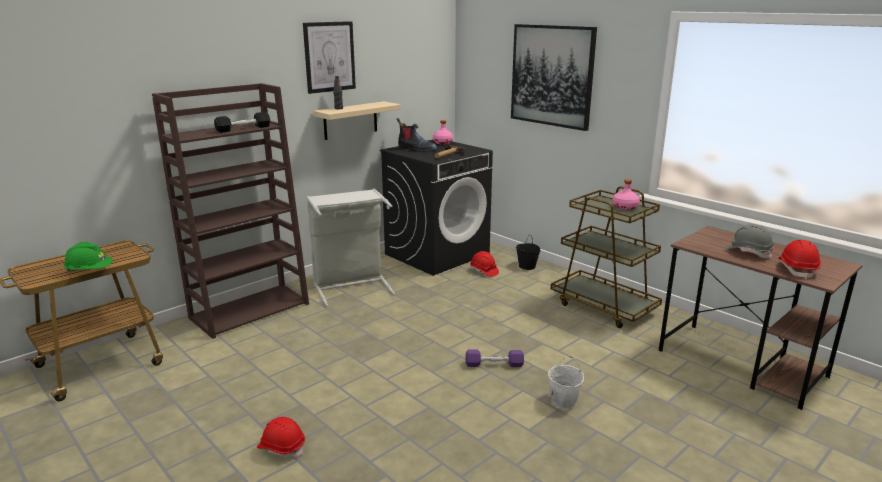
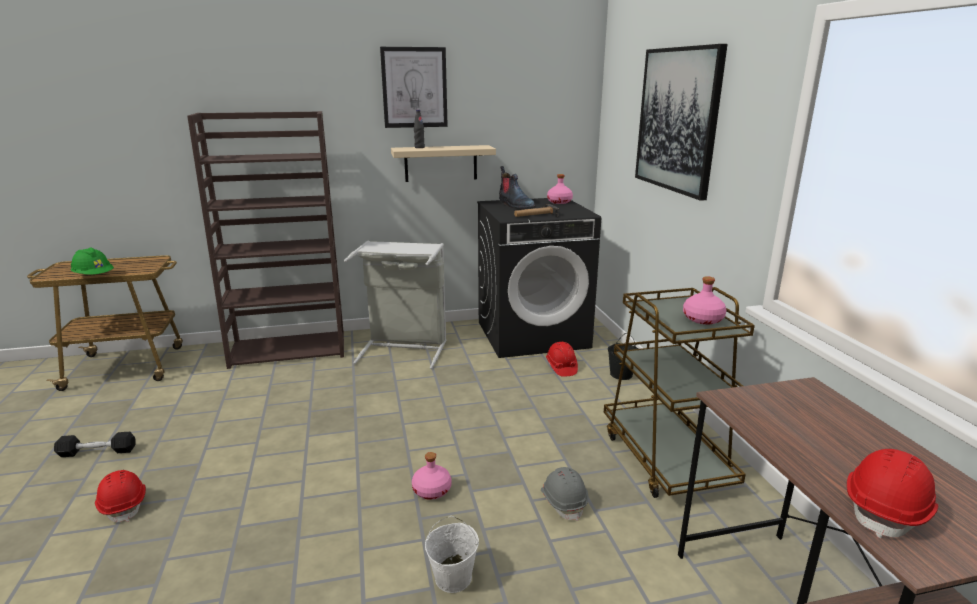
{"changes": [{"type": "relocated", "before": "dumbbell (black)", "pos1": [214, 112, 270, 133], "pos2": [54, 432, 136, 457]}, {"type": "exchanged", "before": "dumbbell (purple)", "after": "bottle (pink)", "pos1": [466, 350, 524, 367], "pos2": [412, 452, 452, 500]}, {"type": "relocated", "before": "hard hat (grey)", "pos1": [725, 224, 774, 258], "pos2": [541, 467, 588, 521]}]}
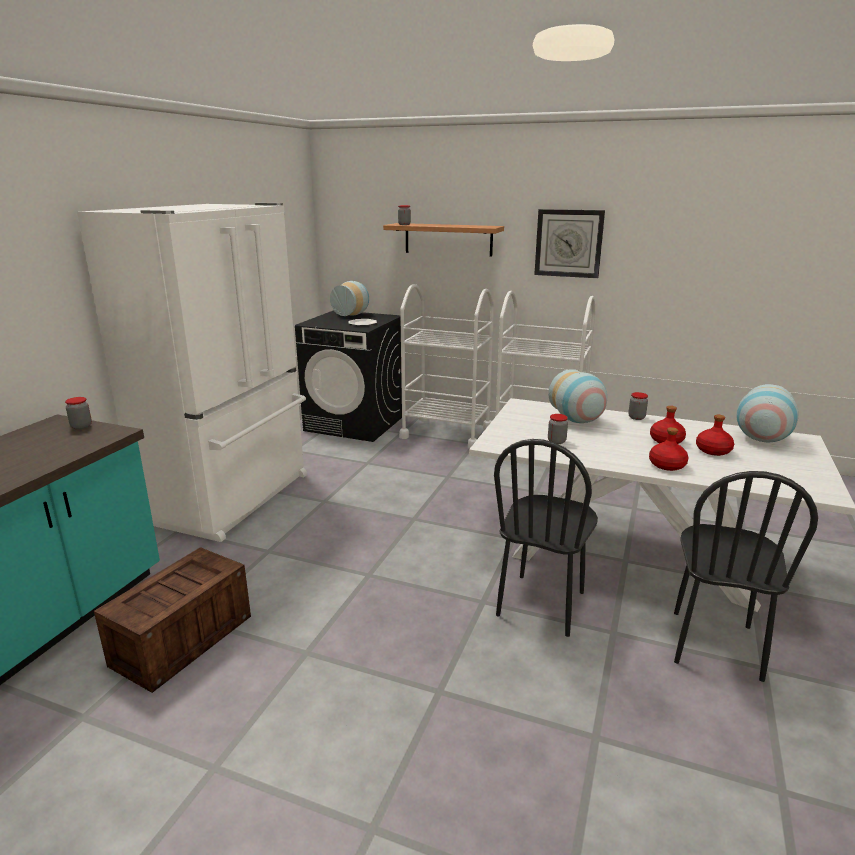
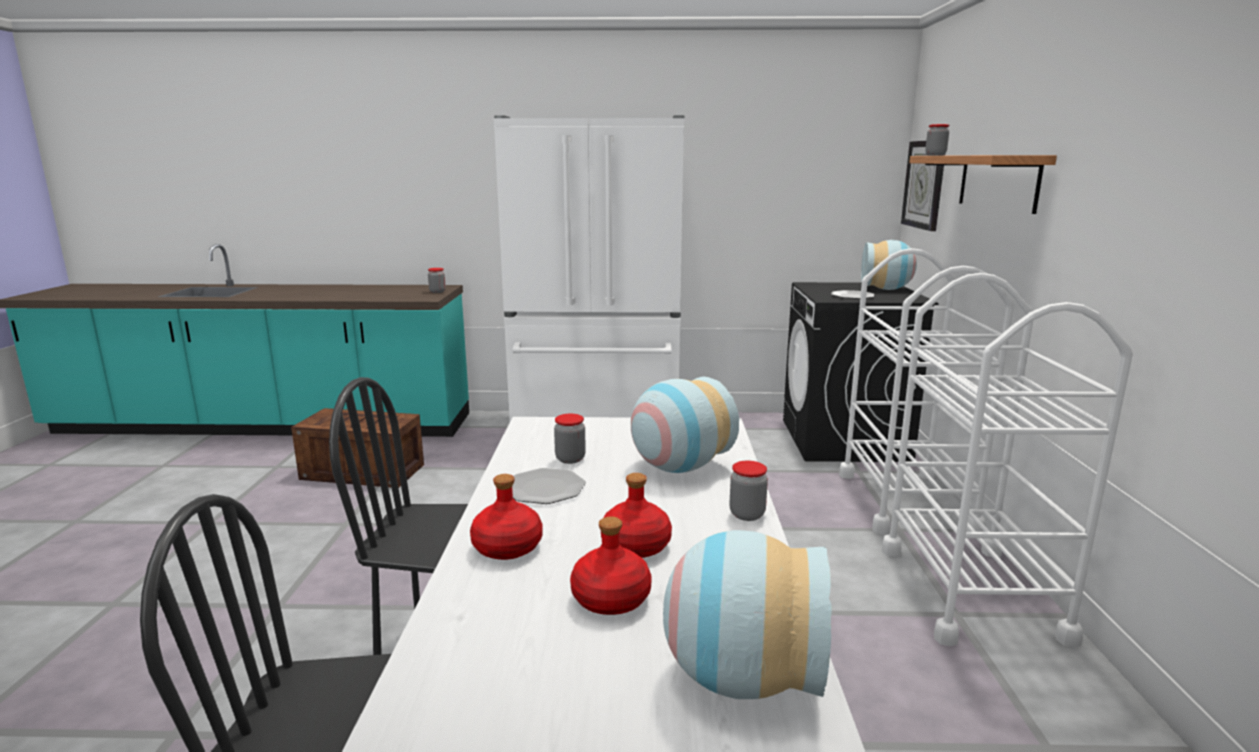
{"changes": [{"type": "appeared", "after": "plate", "pos2": [512, 468, 586, 504]}, {"type": "relocated", "before": "wall clock", "pos1": [534, 209, 605, 278], "pos2": [901, 141, 945, 231]}]}
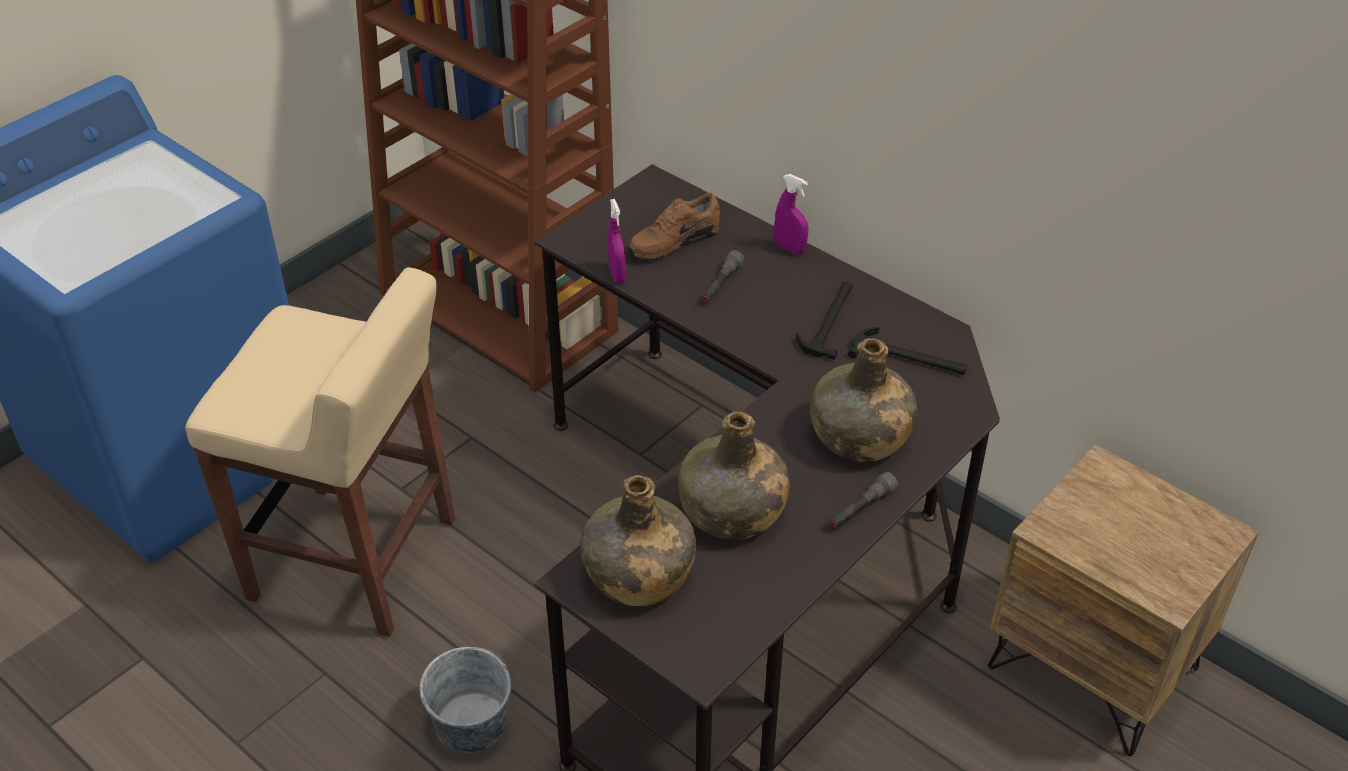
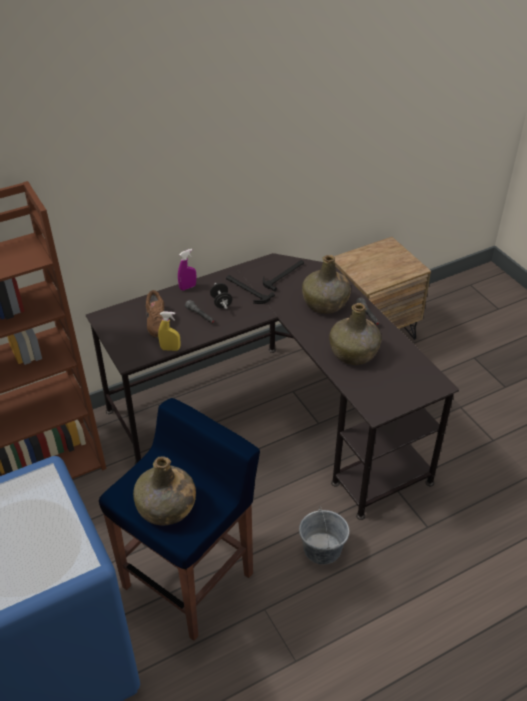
{"changes": [{"type": "colour", "before": "stool (beige)", "after": "stool (blue)", "pos1": [185, 267, 455, 637], "pos2": [99, 398, 260, 641]}, {"type": "relocated", "before": "bottle (green)", "pos1": [580, 475, 696, 606], "pos2": [133, 456, 196, 525]}, {"type": "colour", "before": "spray bottle (purple)", "after": "spray bottle (yellow)", "pos1": [608, 199, 626, 283], "pos2": [158, 311, 181, 351]}, {"type": "appeared", "after": "dumbbell (black)", "pos2": [210, 283, 232, 309]}]}
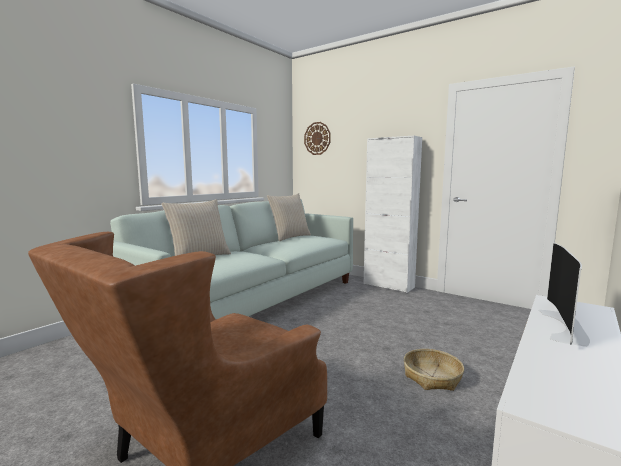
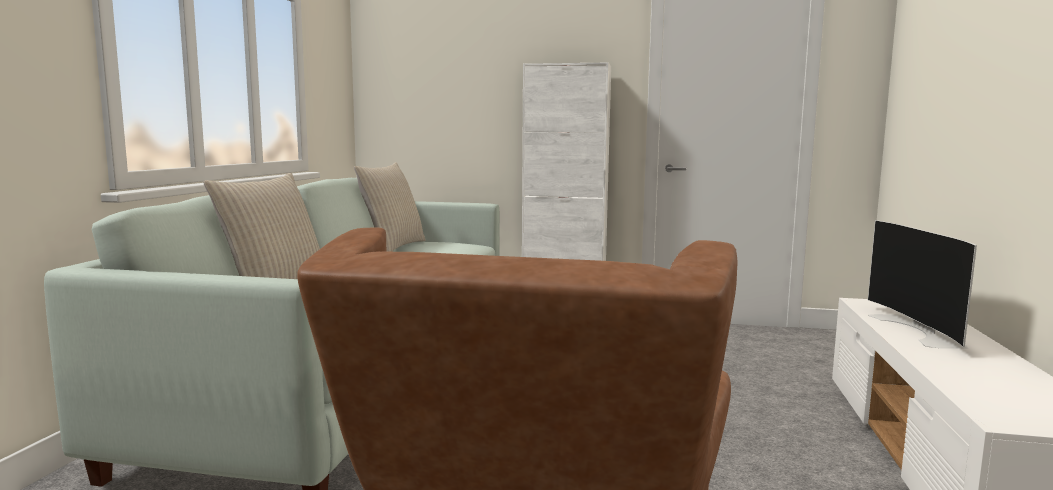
{"changes": [{"type": "missing", "before": "wall clock", "pos1": [304, 122, 331, 155]}, {"type": "missing", "before": "basket", "pos1": [404, 349, 464, 391]}]}
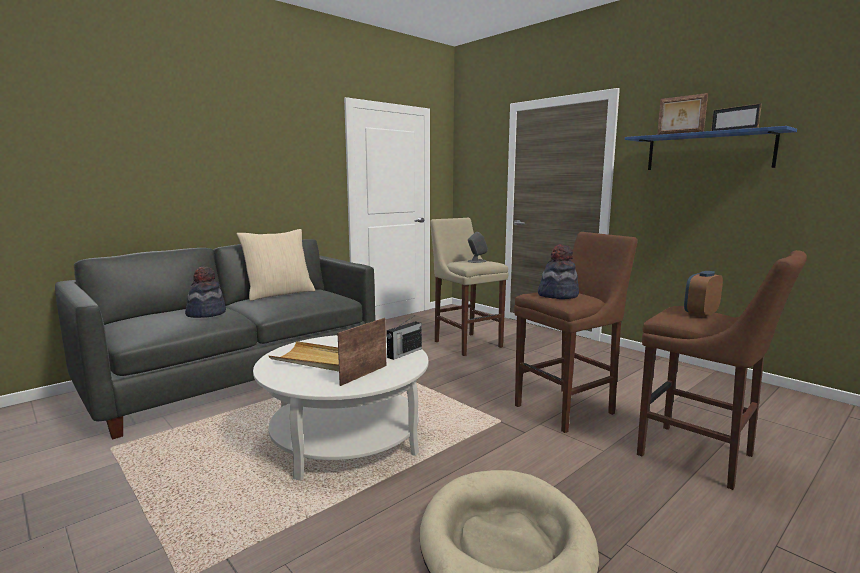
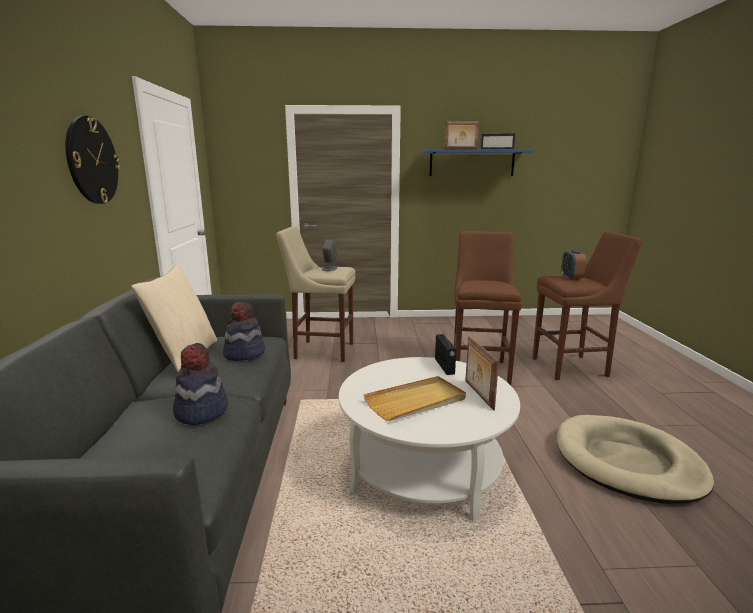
{"changes": [{"type": "appeared", "after": "wall clock", "pos2": [65, 116, 120, 204]}, {"type": "relocated", "before": "hat", "pos1": [538, 244, 579, 299], "pos2": [223, 301, 265, 361]}]}
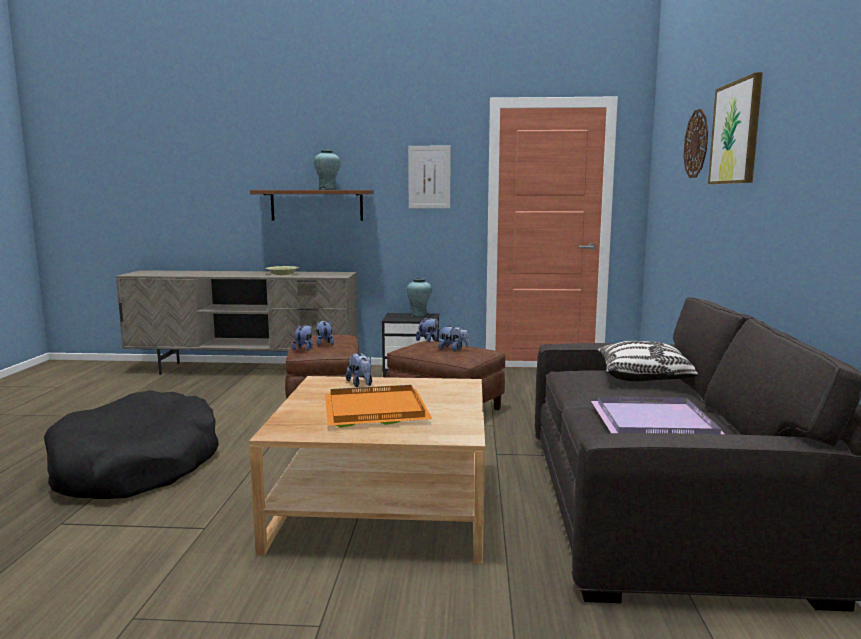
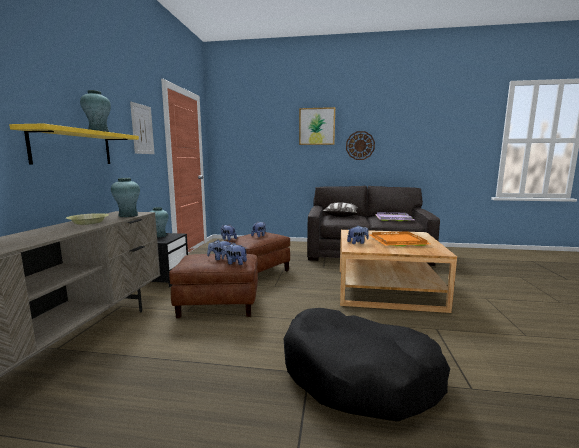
{"changes": [{"type": "colour", "before": "shelf (brown)", "after": "shelf (yellow)", "pos1": [250, 190, 374, 221], "pos2": [9, 123, 139, 165]}, {"type": "appeared", "after": "vase (turquoise)", "pos2": [111, 178, 140, 217]}, {"type": "relocated", "before": "wall clock", "pos1": [683, 109, 708, 178], "pos2": [346, 131, 375, 160]}]}
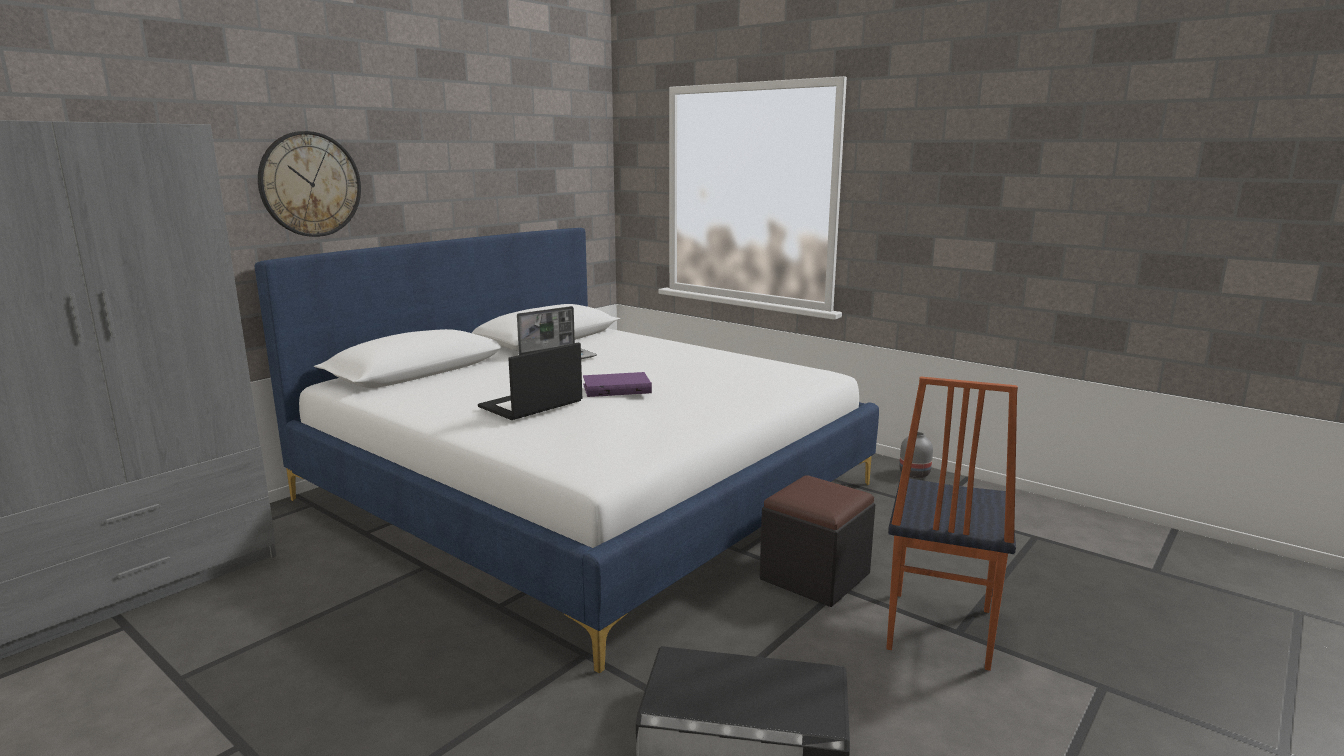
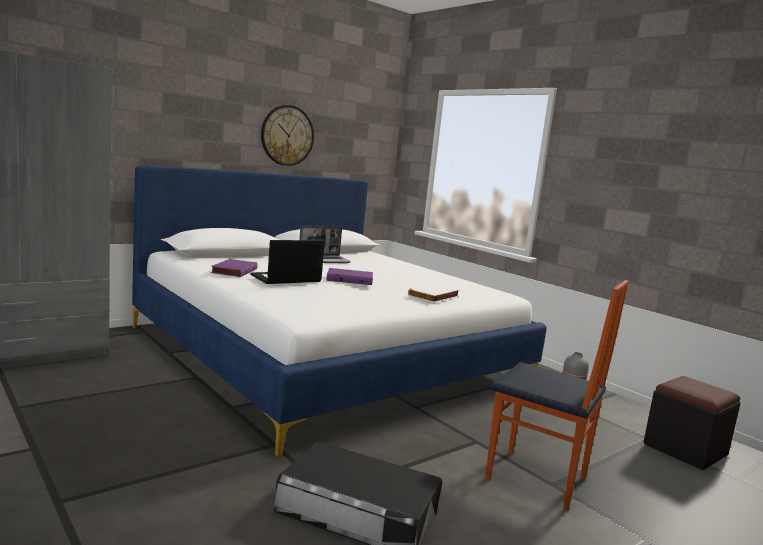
{"changes": [{"type": "appeared", "after": "book (purple)", "pos2": [211, 259, 258, 277]}, {"type": "relocated", "before": "wall clock", "pos1": [258, 131, 361, 237], "pos2": [261, 105, 314, 166]}, {"type": "appeared", "after": "book (white)", "pos2": [408, 283, 459, 303]}, {"type": "spun", "before": "chair", "pos1": [886, 377, 1018, 671], "pos2": [485, 280, 628, 510], "turn": -90}, {"type": "relocated", "before": "ottoman (black)", "pos1": [760, 475, 875, 607], "pos2": [643, 376, 741, 470]}]}
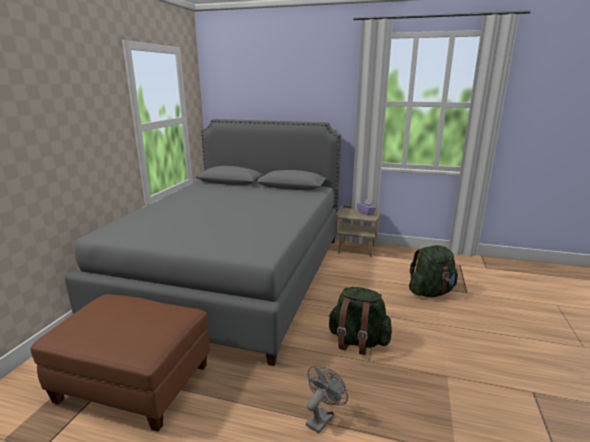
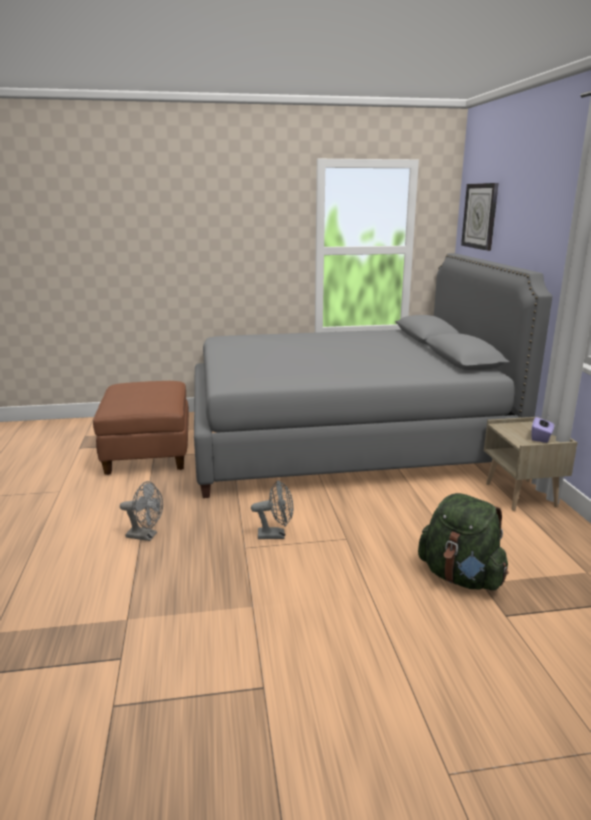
{"changes": [{"type": "exchanged", "before": "backpack (green)", "after": "fan (grey)", "pos1": [328, 287, 392, 355], "pos2": [251, 480, 294, 539]}, {"type": "appeared", "after": "wall clock", "pos2": [461, 183, 499, 251]}]}
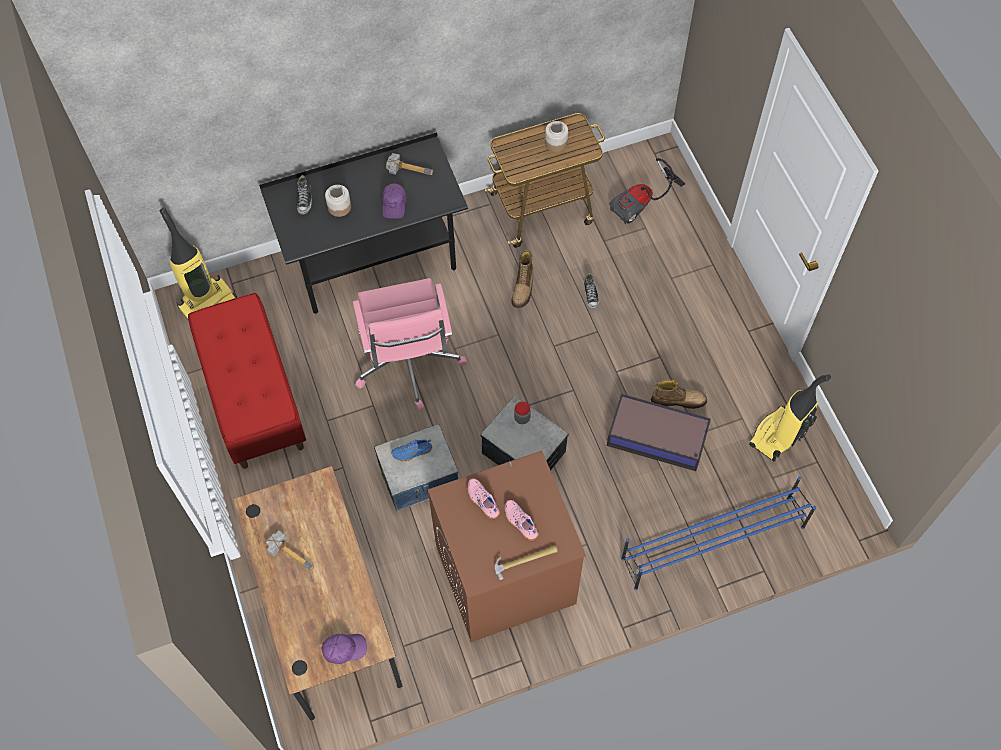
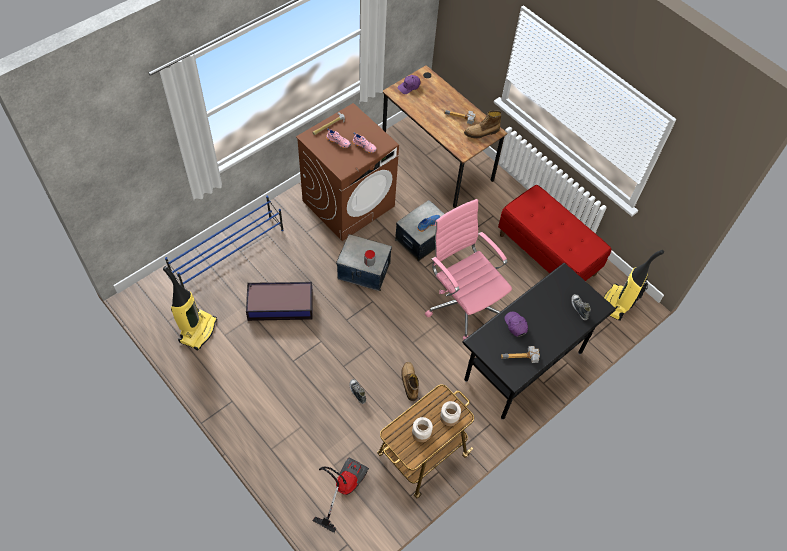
{"changes": [{"type": "relocated", "before": "jar", "pos1": [325, 185, 351, 217], "pos2": [440, 401, 461, 426]}, {"type": "relocated", "before": "boot", "pos1": [651, 379, 707, 409], "pos2": [464, 110, 502, 138]}]}
